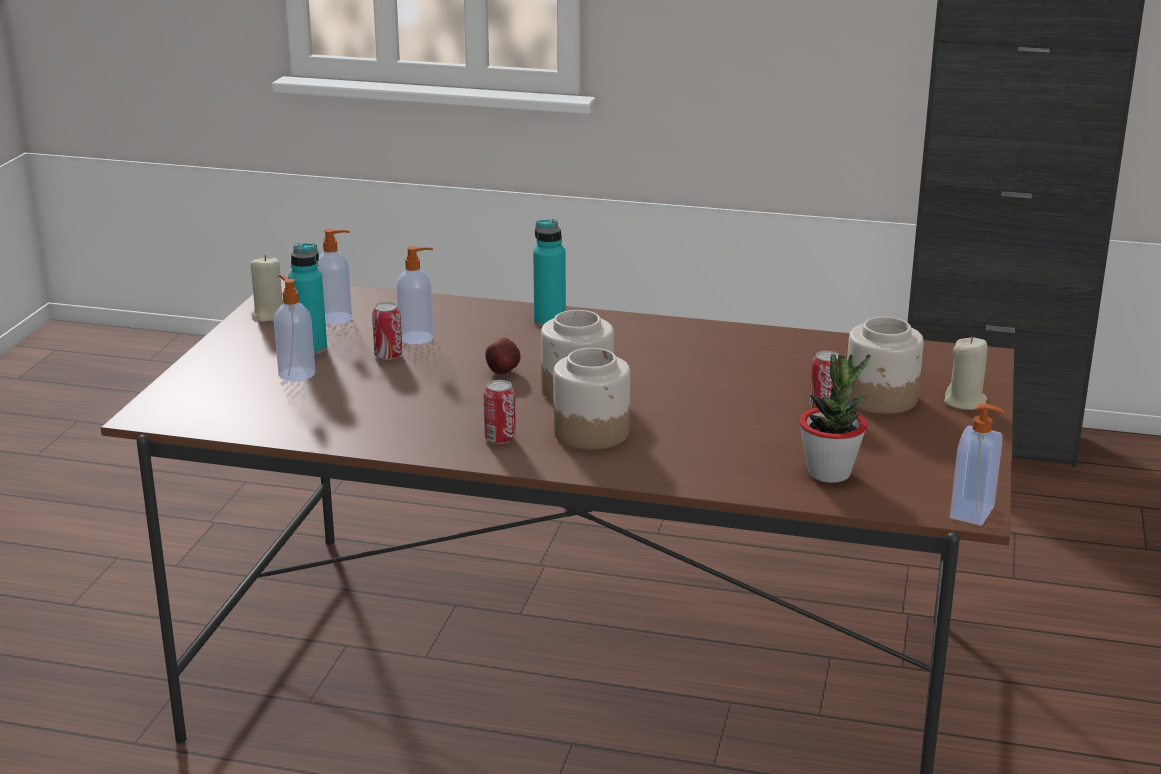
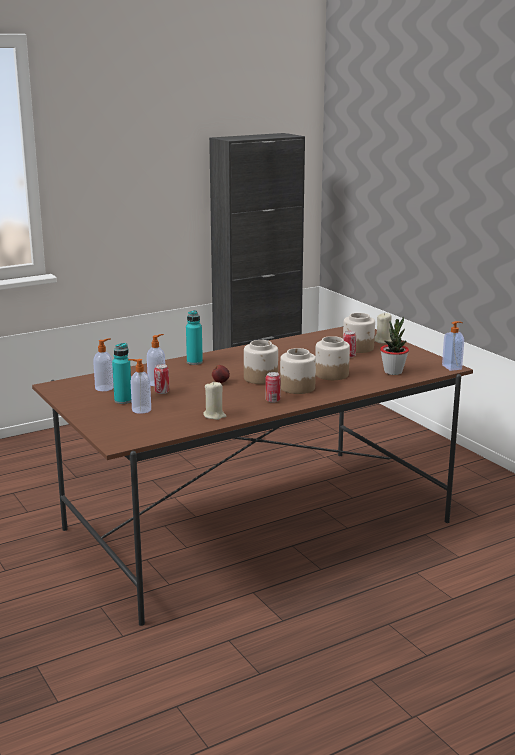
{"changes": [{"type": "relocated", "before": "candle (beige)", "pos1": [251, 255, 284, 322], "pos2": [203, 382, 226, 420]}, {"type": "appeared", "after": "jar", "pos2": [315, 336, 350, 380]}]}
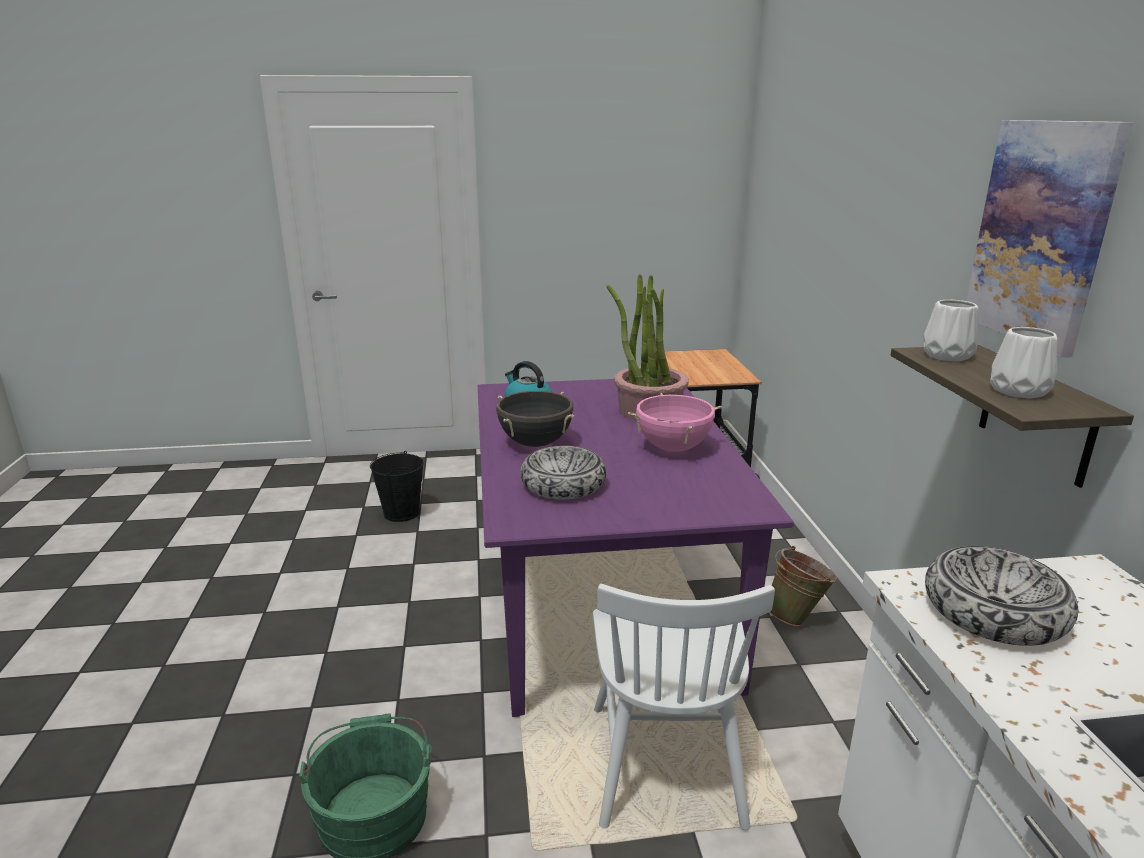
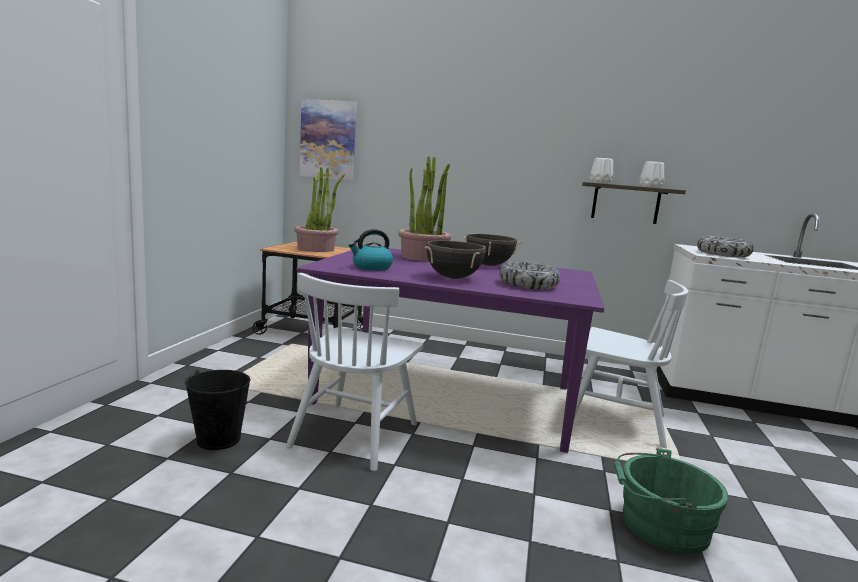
{"changes": [{"type": "appeared", "after": "chair (white)", "pos2": [286, 273, 423, 471]}, {"type": "appeared", "after": "potted plant", "pos2": [294, 167, 345, 252]}, {"type": "relocated", "before": "picture", "pos1": [966, 120, 1133, 357], "pos2": [299, 99, 357, 181]}, {"type": "colour", "before": "cooking pot (pink)", "after": "cooking pot (black)", "pos1": [628, 393, 722, 452], "pos2": [460, 234, 524, 266]}, {"type": "missing", "before": "bucket (green)", "pos1": [769, 546, 837, 626]}]}
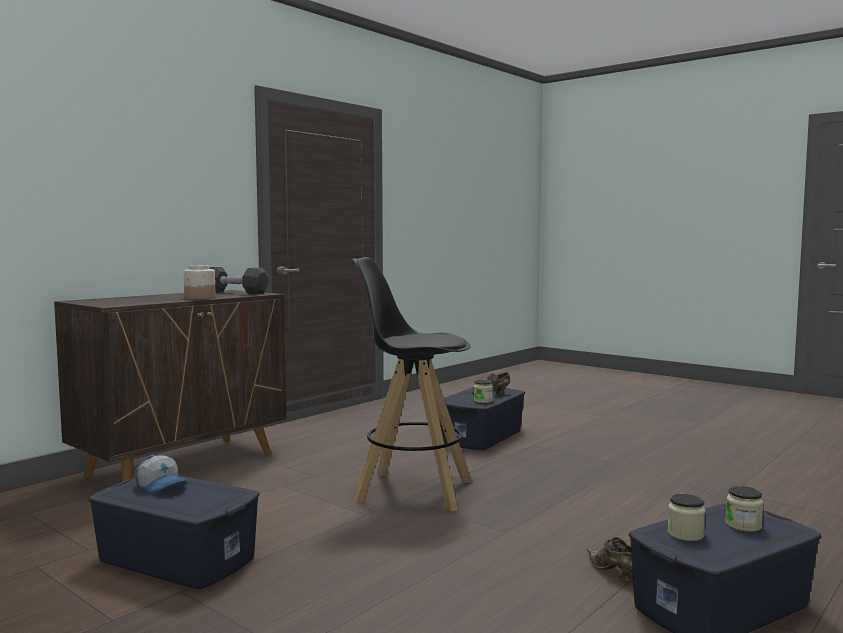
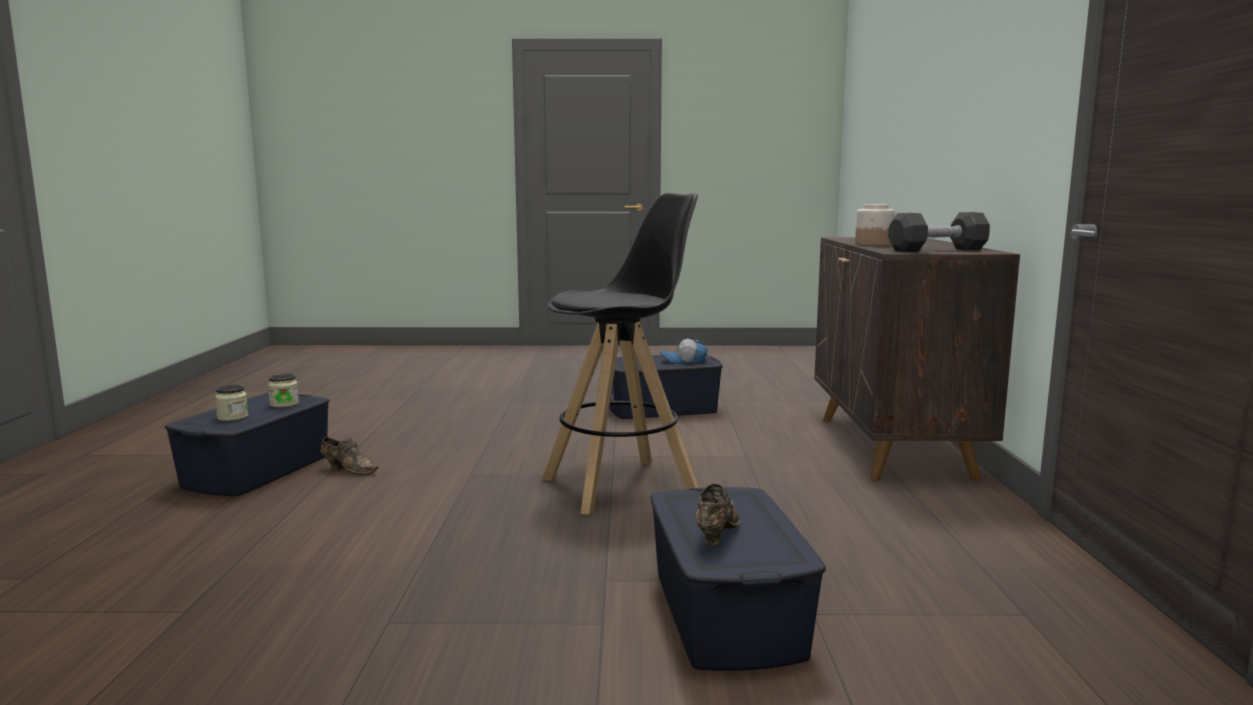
{"changes": [{"type": "missing", "before": "jar", "pos1": [474, 379, 493, 403]}]}
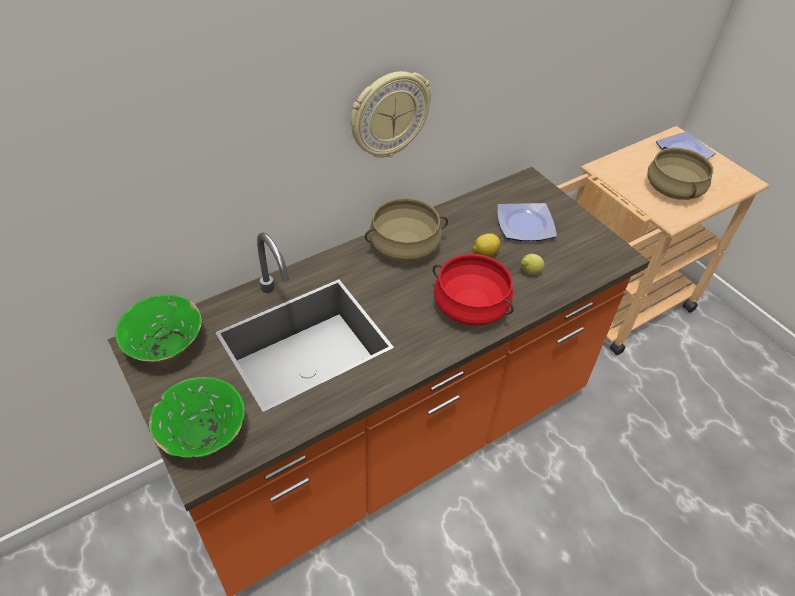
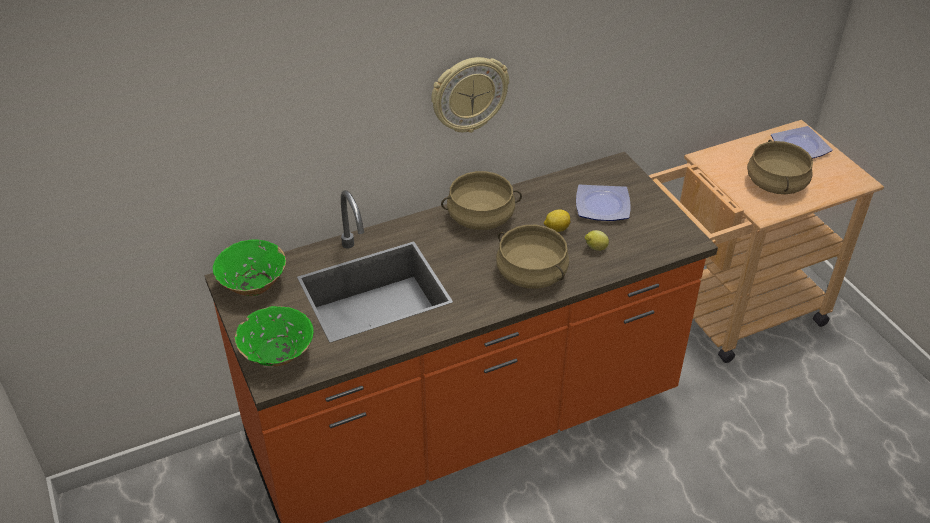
{"changes": [{"type": "colour", "before": "cooking pot (red)", "after": "cooking pot (beige)", "pos1": [433, 254, 514, 326], "pos2": [496, 225, 569, 289]}]}
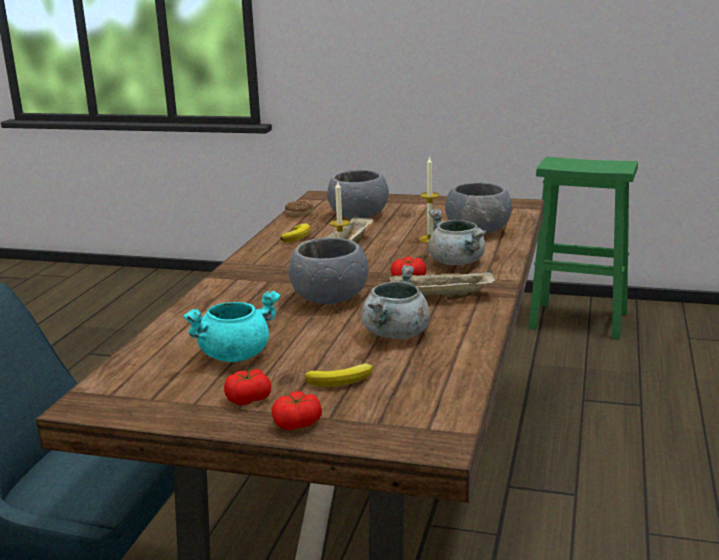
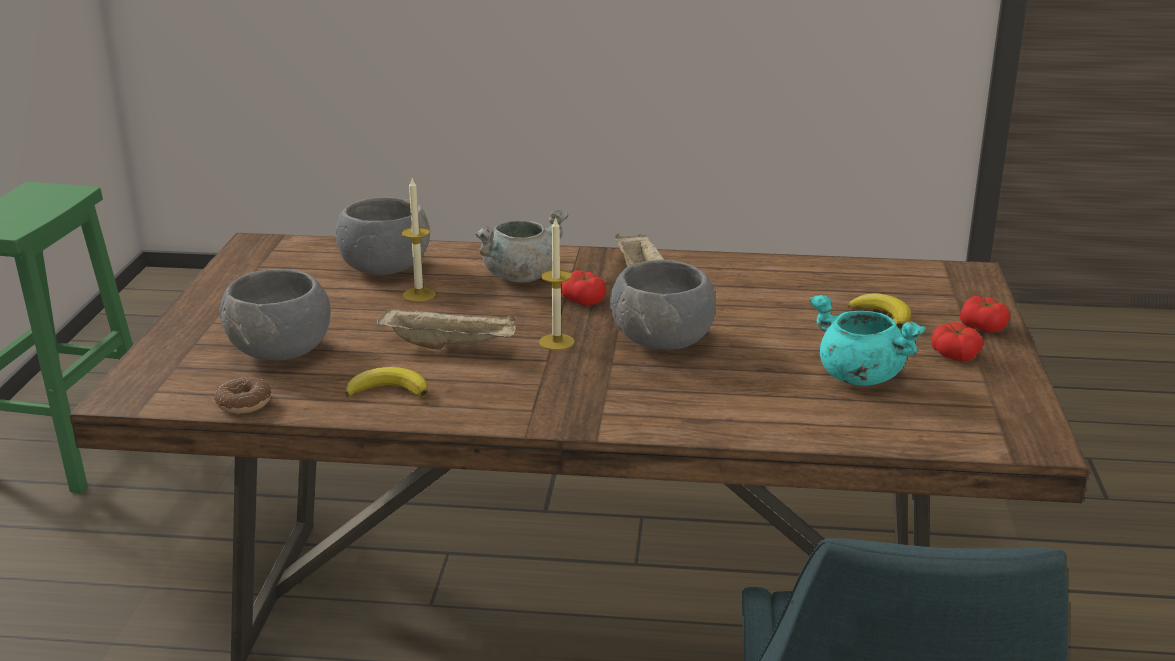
{"changes": [{"type": "missing", "before": "cooking pot (grey)", "pos1": [361, 265, 430, 339]}]}
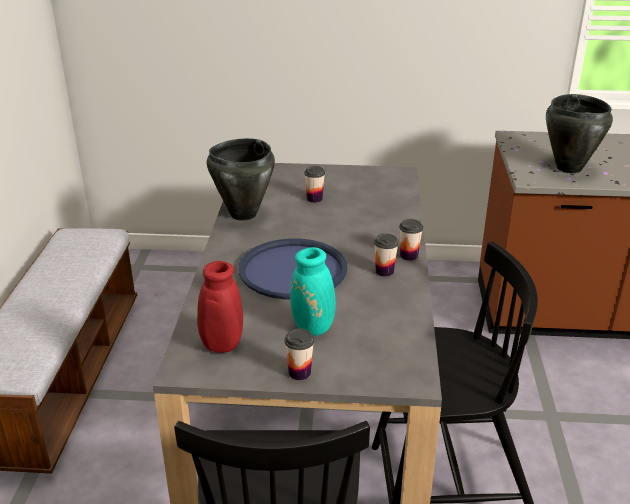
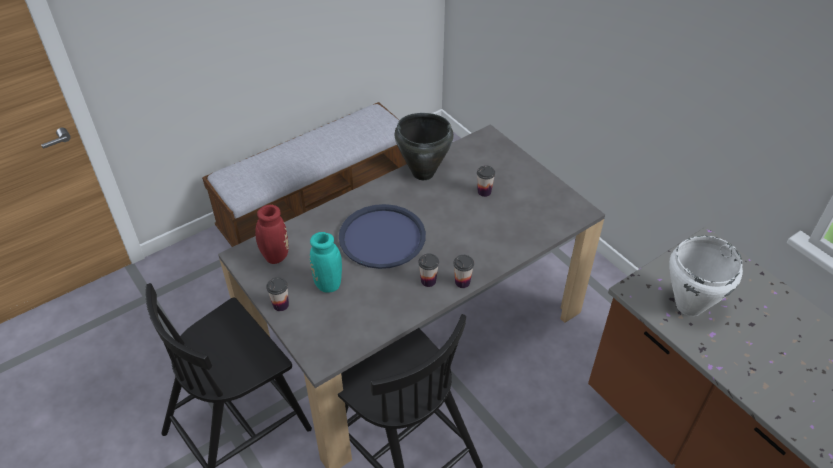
{"changes": [{"type": "colour", "before": "cooking pot (black)", "after": "cooking pot (white)", "pos1": [546, 94, 613, 173], "pos2": [669, 236, 743, 316]}]}
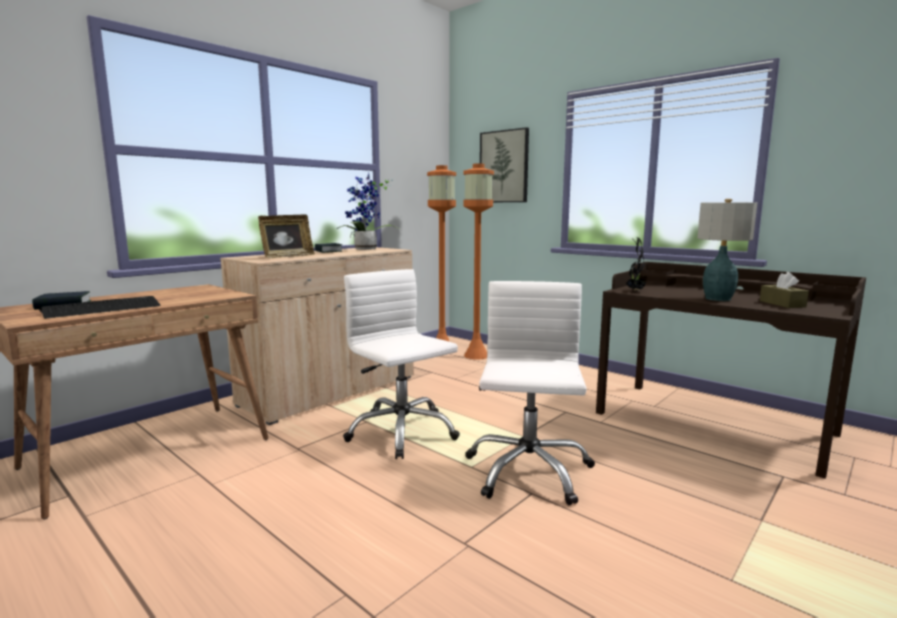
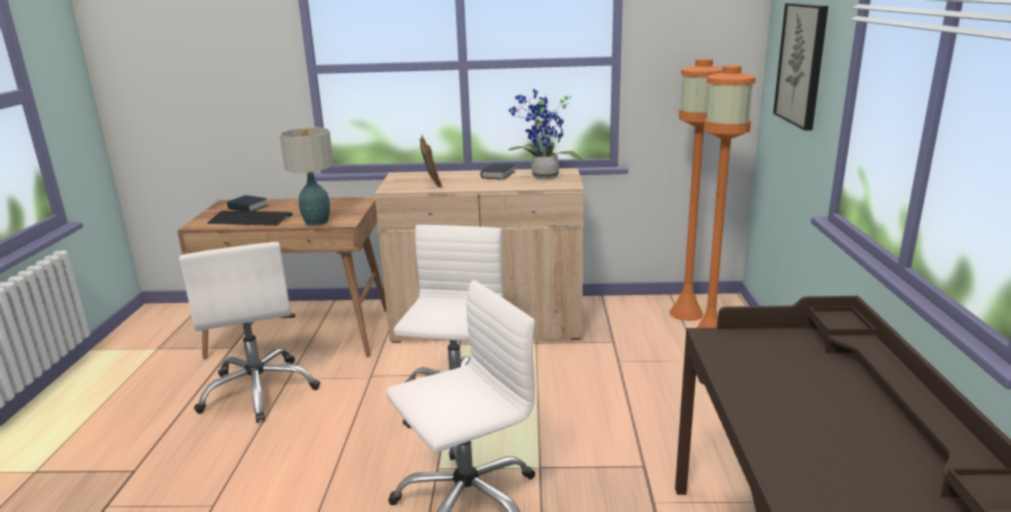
{"changes": [{"type": "appeared", "after": "office chair (white)", "pos2": [179, 242, 320, 423]}, {"type": "relocated", "before": "table lamp", "pos1": [697, 199, 757, 301], "pos2": [280, 127, 334, 226]}, {"type": "spun", "before": "picture frame", "pos1": [258, 215, 315, 258], "pos2": [420, 135, 442, 187], "turn": -105}, {"type": "missing", "before": "potted plant", "pos1": [626, 237, 646, 291]}, {"type": "missing", "before": "tissue box (brown)", "pos1": [760, 272, 809, 308]}]}
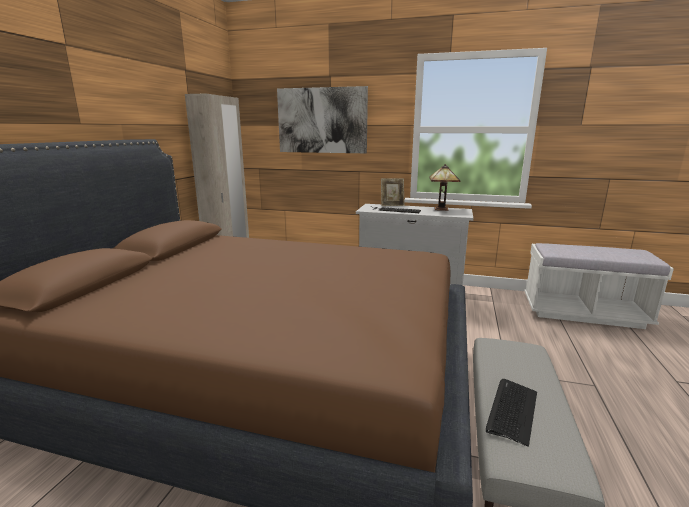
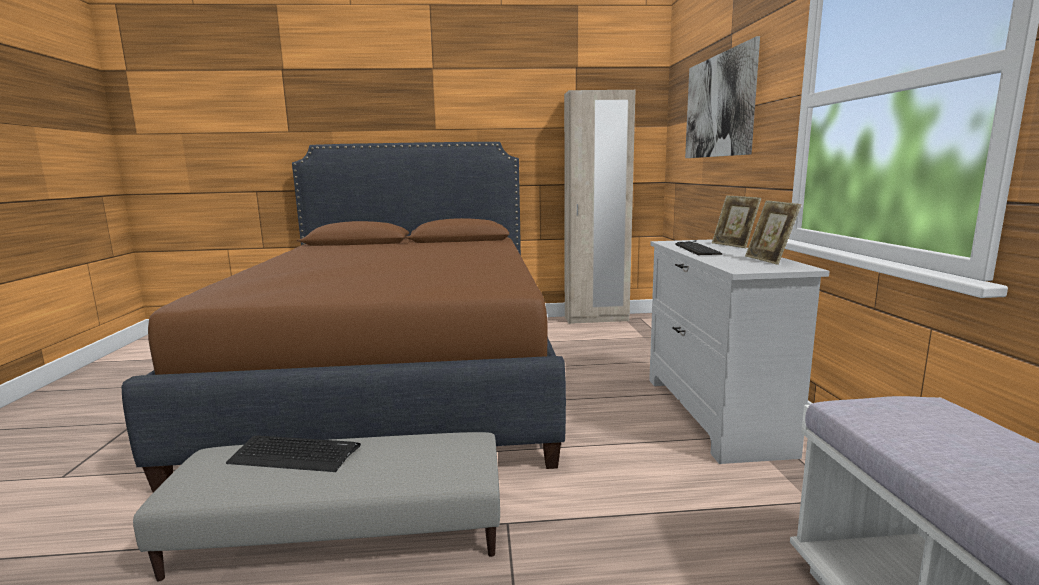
{"changes": [{"type": "exchanged", "before": "table lamp", "after": "picture frame", "pos1": [430, 164, 460, 211], "pos2": [745, 200, 801, 265]}]}
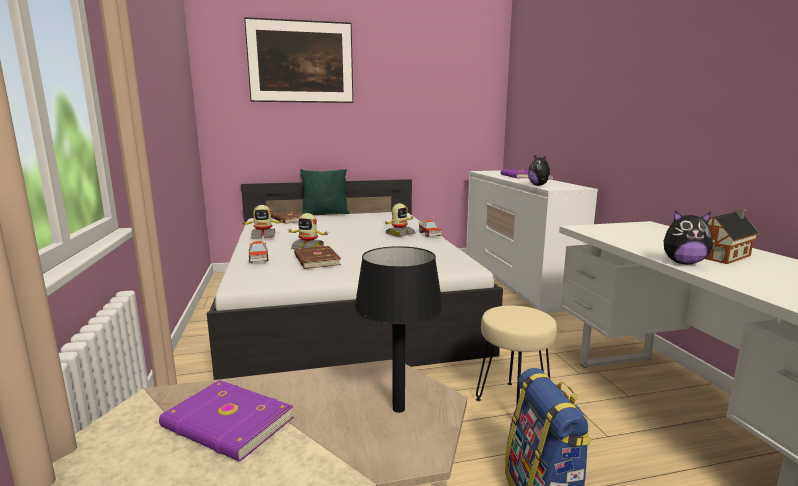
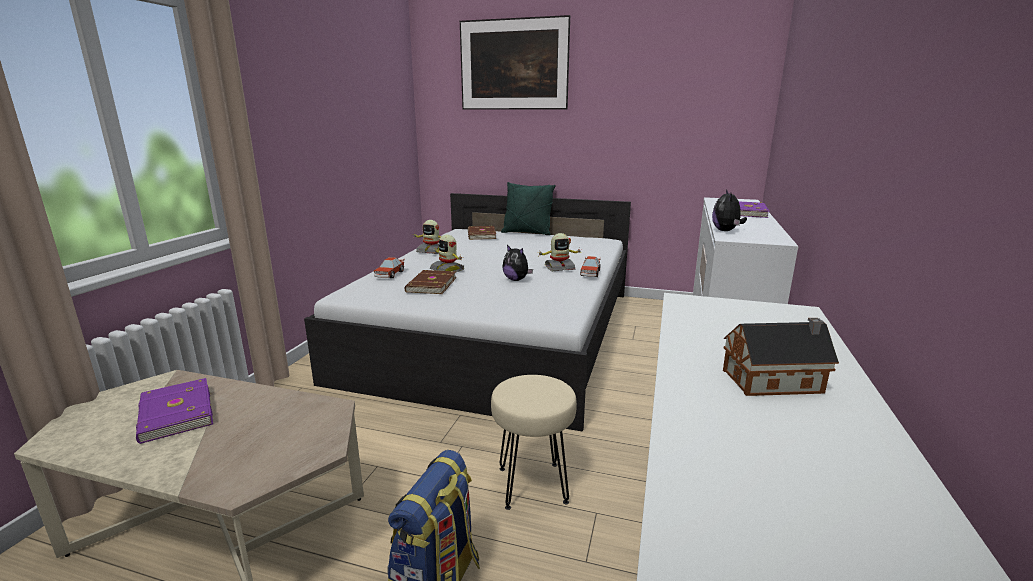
{"changes": [{"type": "relocated", "before": "plush toy", "pos1": [664, 211, 712, 264], "pos2": [502, 245, 533, 281]}, {"type": "missing", "before": "table lamp (black)", "pos1": [354, 246, 443, 413]}]}
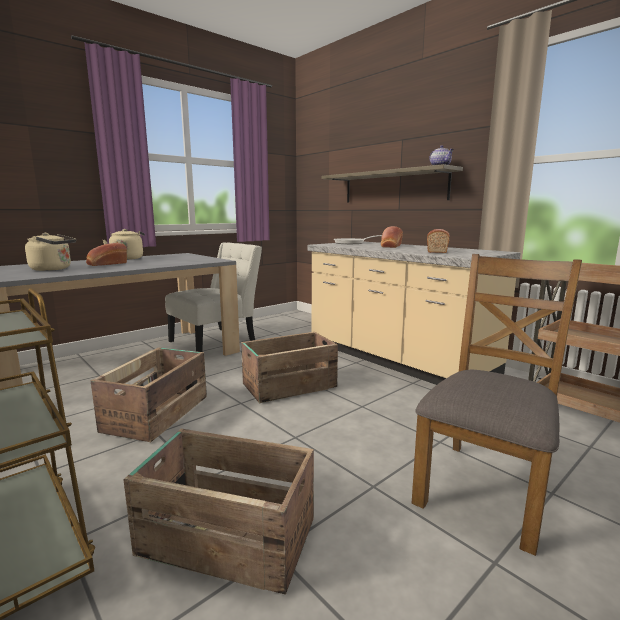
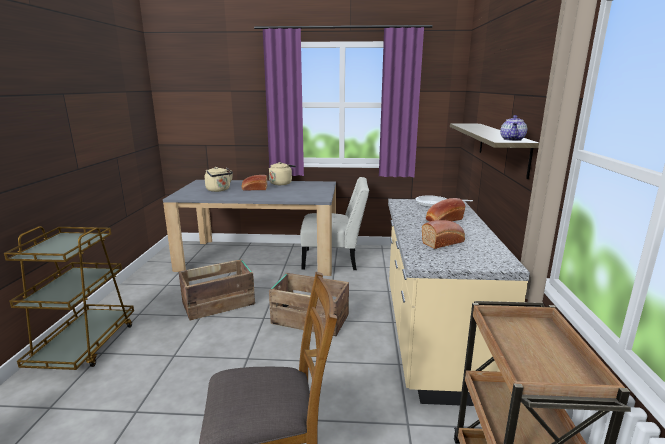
{"changes": [{"type": "missing", "before": "crate", "pos1": [123, 429, 314, 595]}]}
